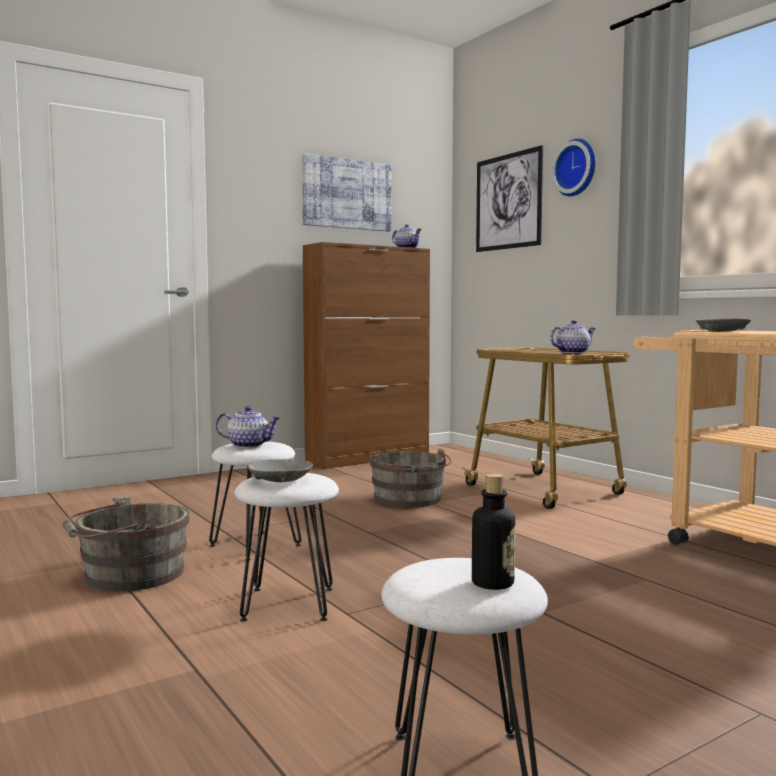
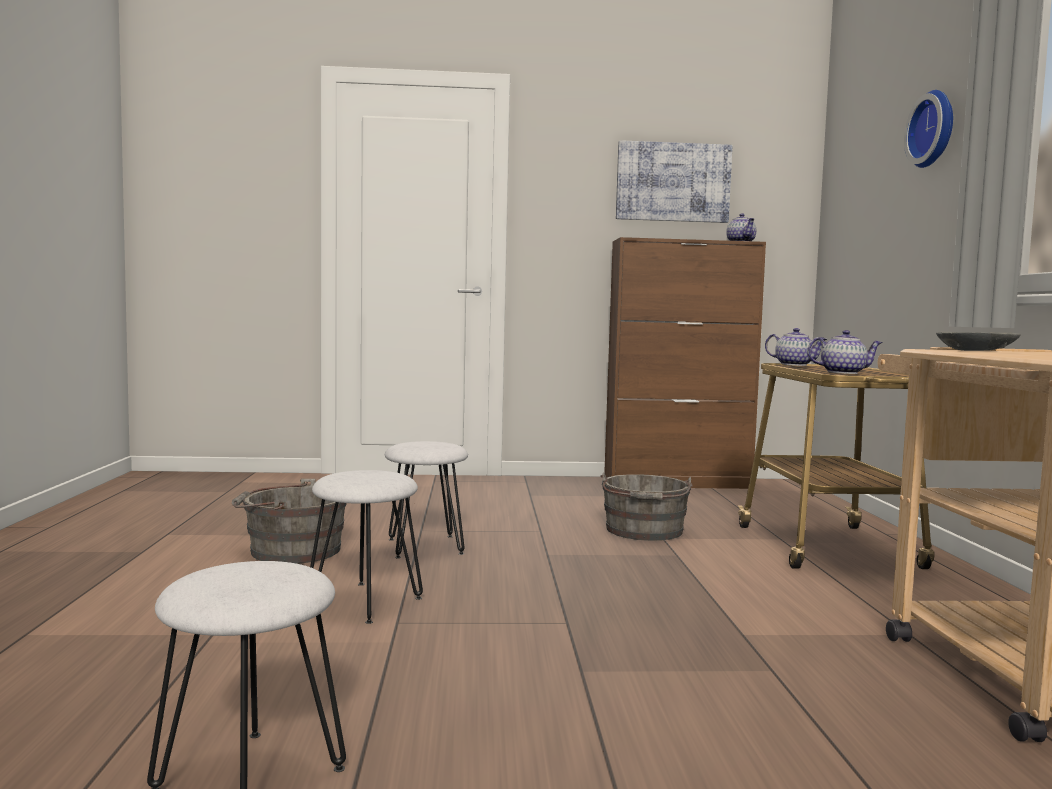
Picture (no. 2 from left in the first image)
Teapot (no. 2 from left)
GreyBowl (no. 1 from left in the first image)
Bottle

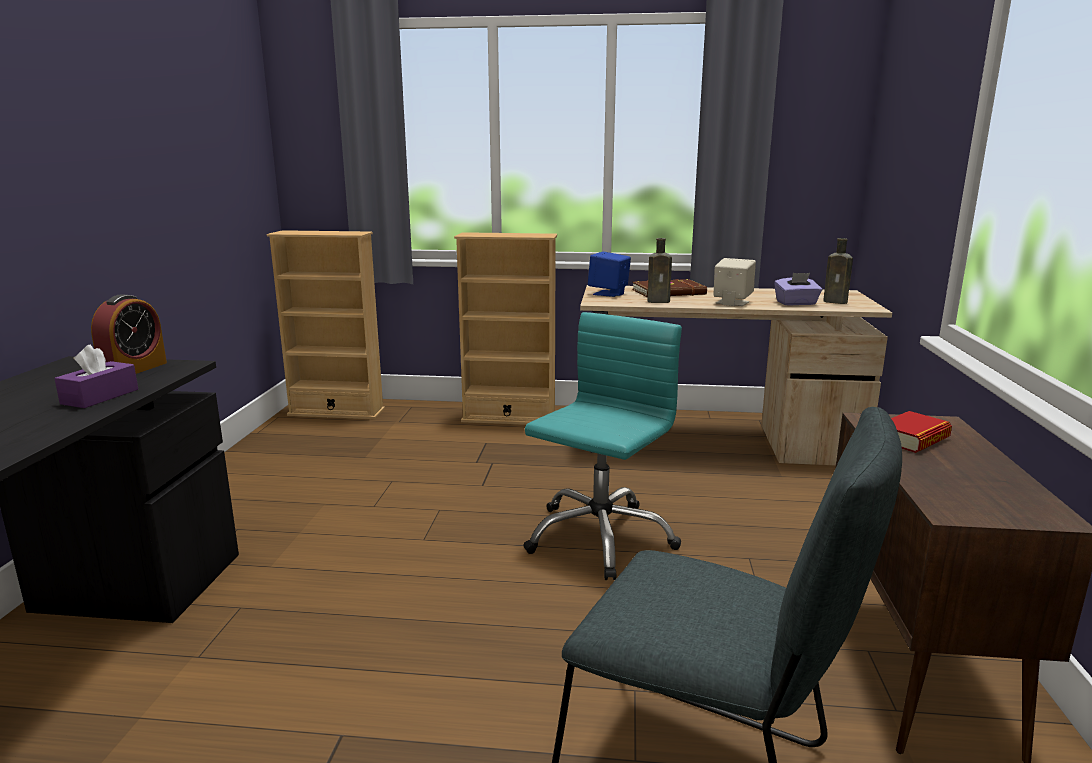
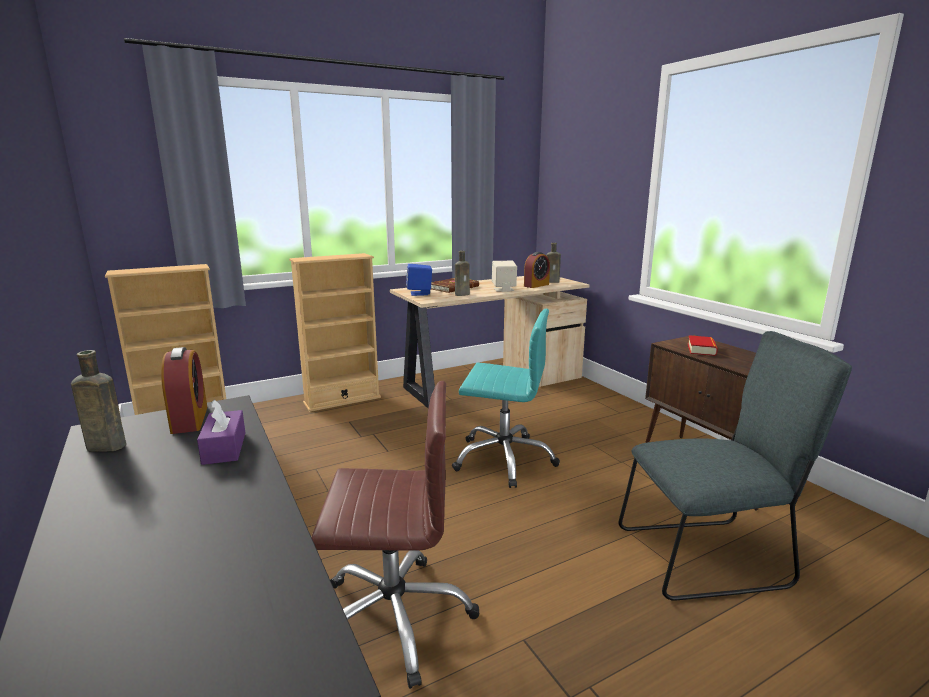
AlarmClock (no. 2 from left)
TurquoiseOfficeChair
BrownBottle (no. 1 from left)
BrownOfficeChair

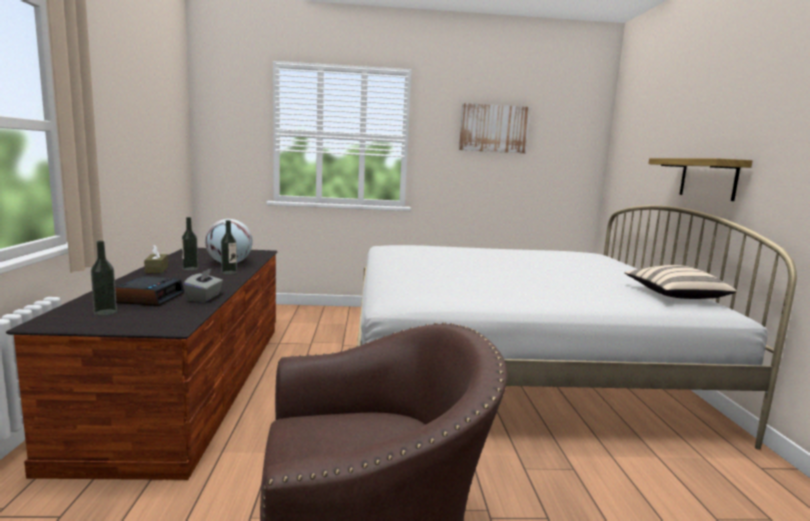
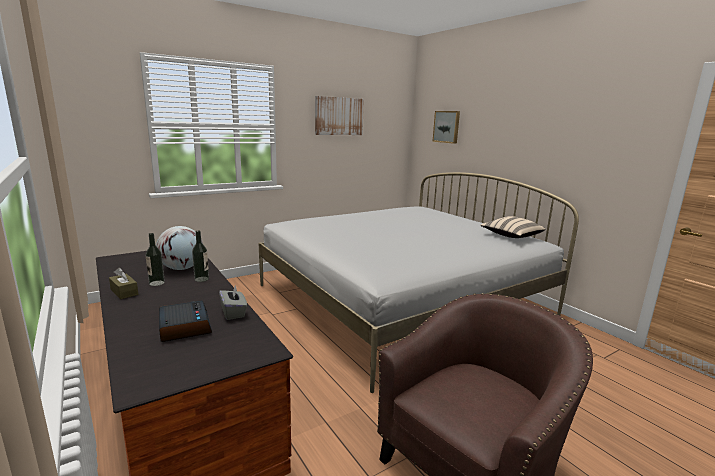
Shelf
Bottle (no. 1 from left in the first image)
Picture (no. 2 from left)

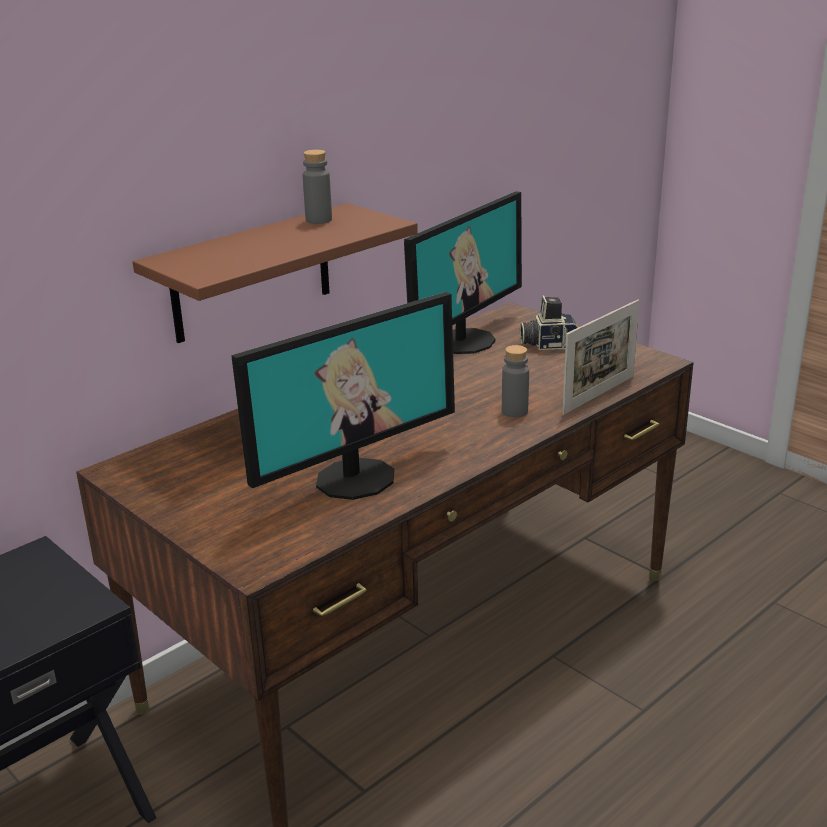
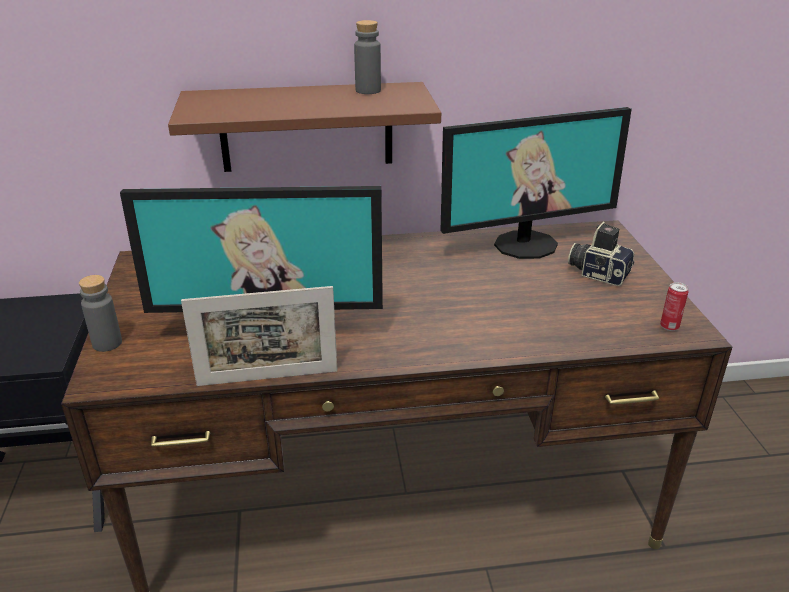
PictureFrame
GreyBottle (no. 1 from left)
Can

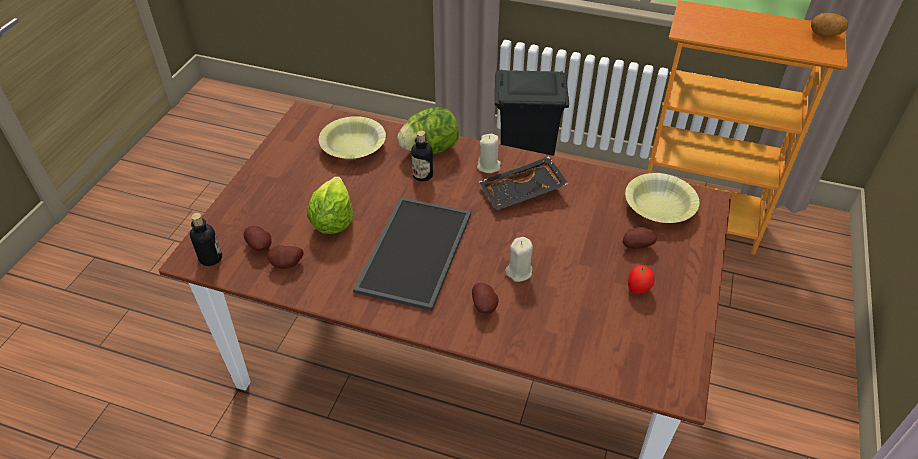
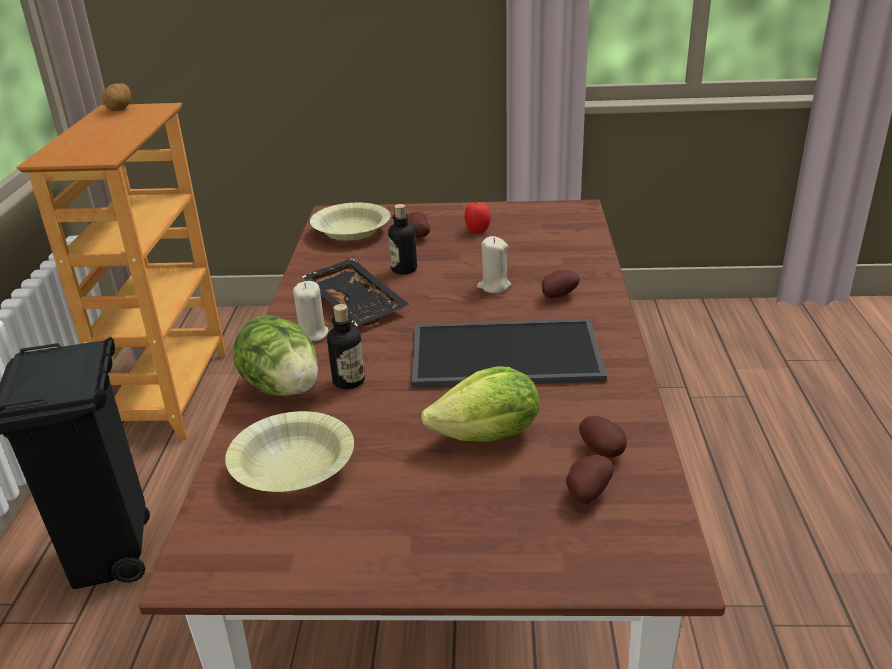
Bottle (no. 2 from left)

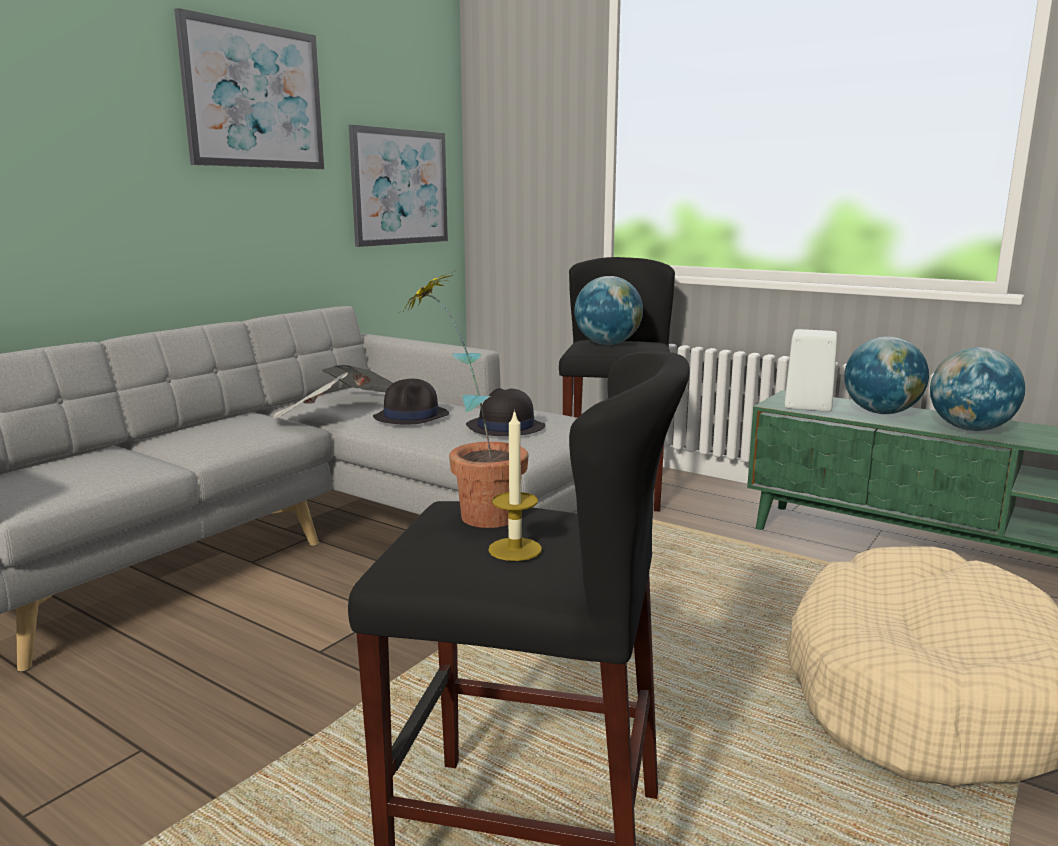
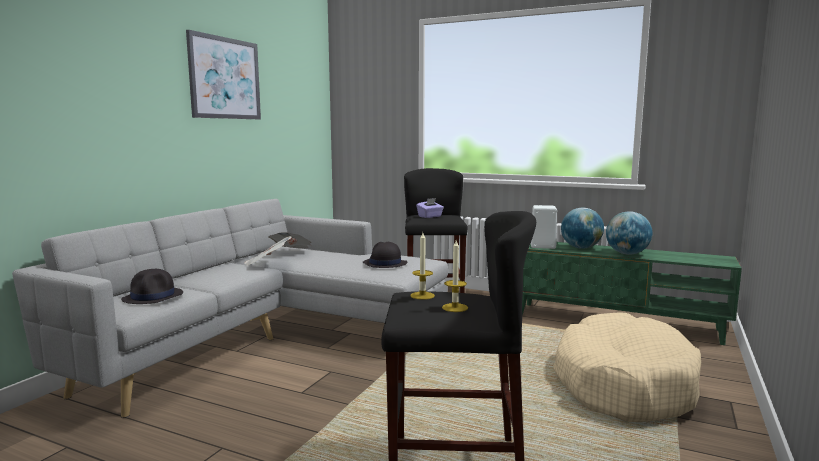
Picture (no. 2 from left in the first image)
Candle (no. 1 from left)
PurpleTissueBox
BlackHat (no. 1 from left)

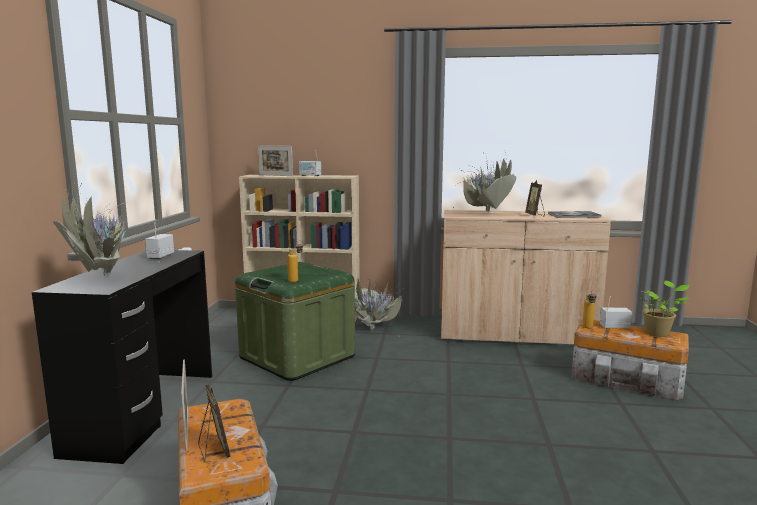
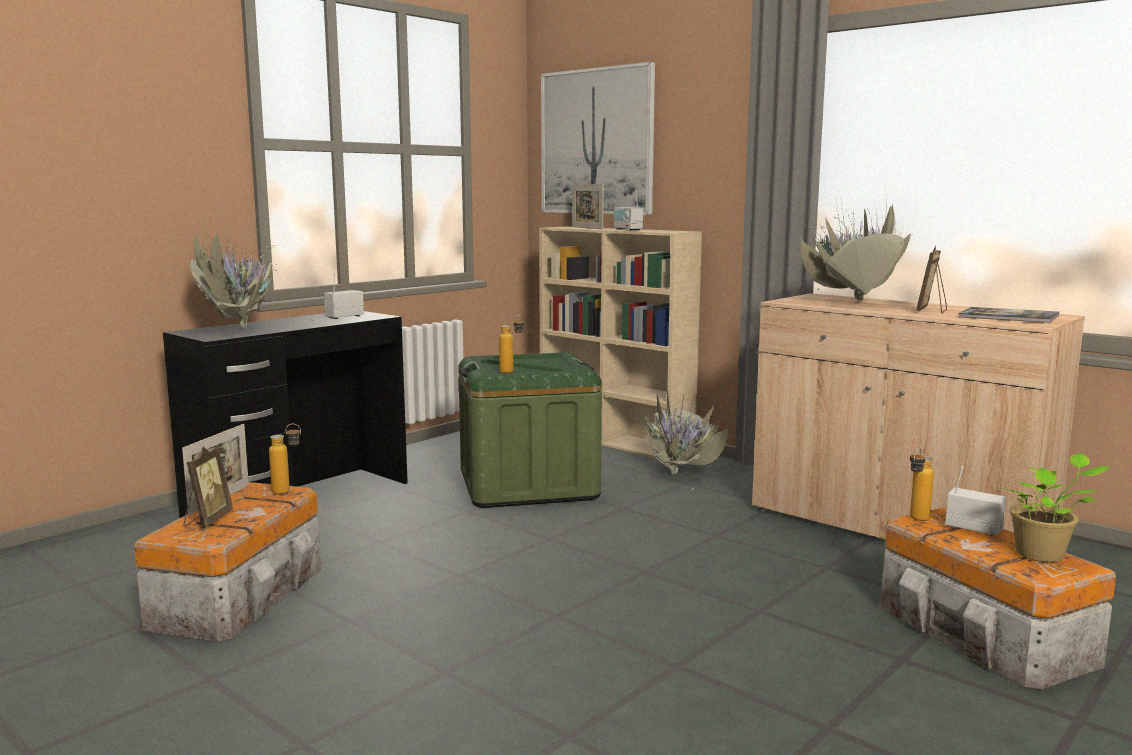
Picture
Bottle (no. 1 from left)

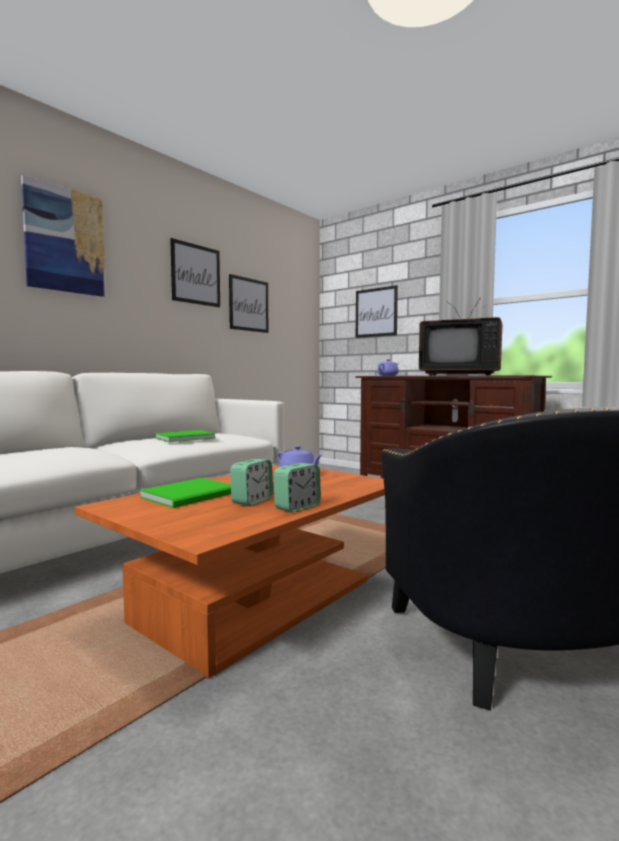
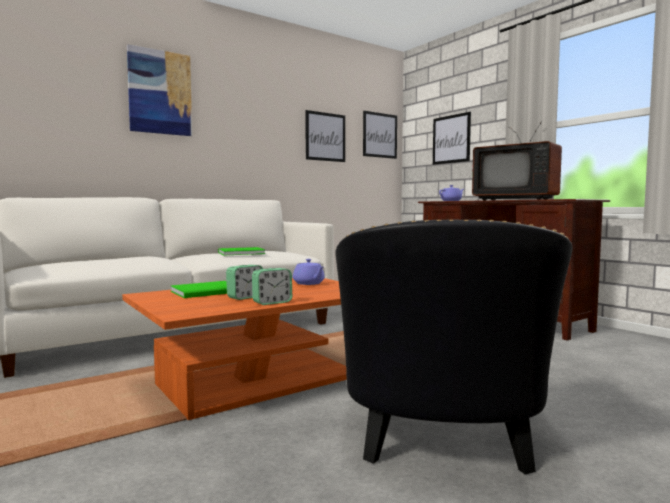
Picture (no. 3 from left)

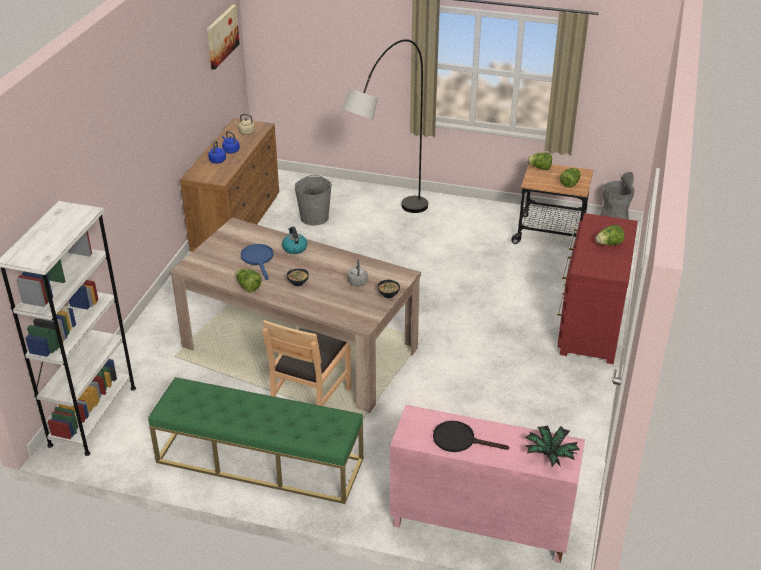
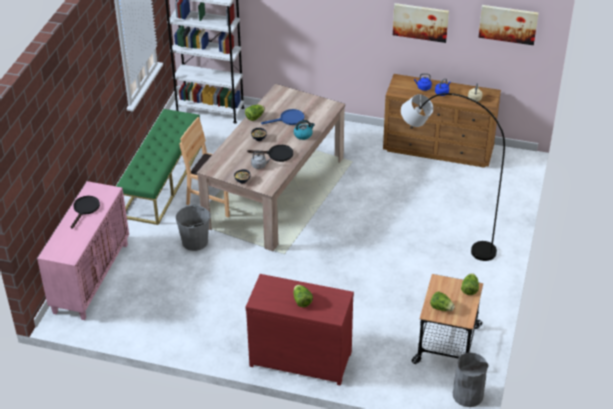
GreyBucket
PottedPlant
Picture (no. 1 from left)
BlackFryingPan (no. 2 from left)

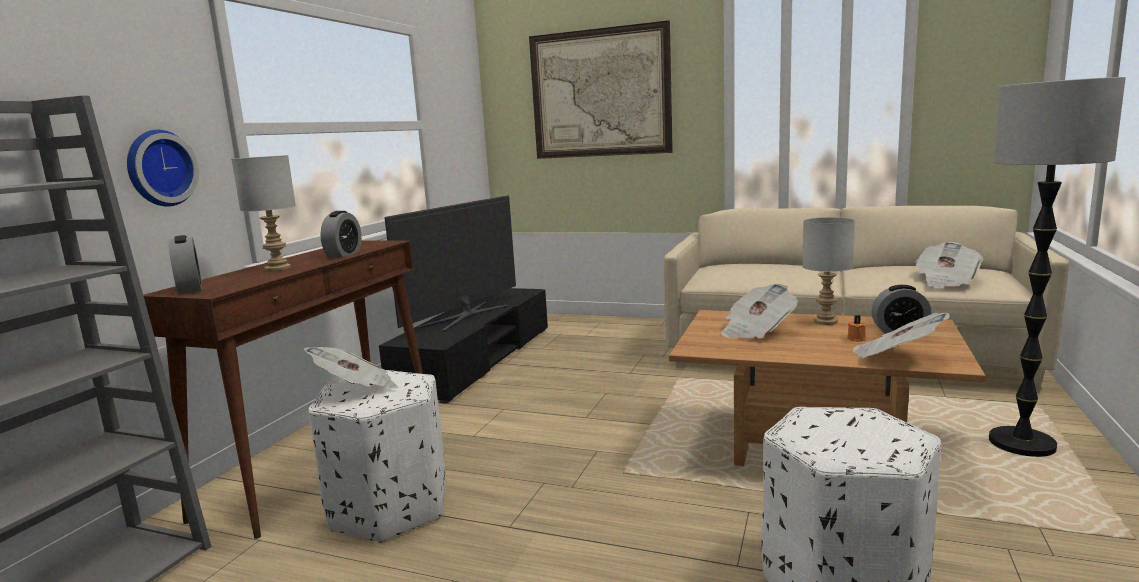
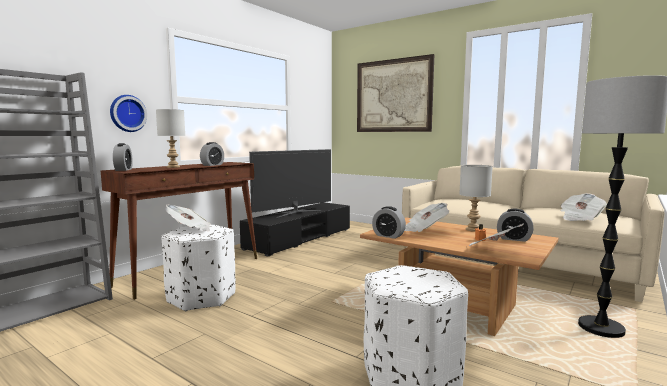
AlarmClock (no. 3 from left)

